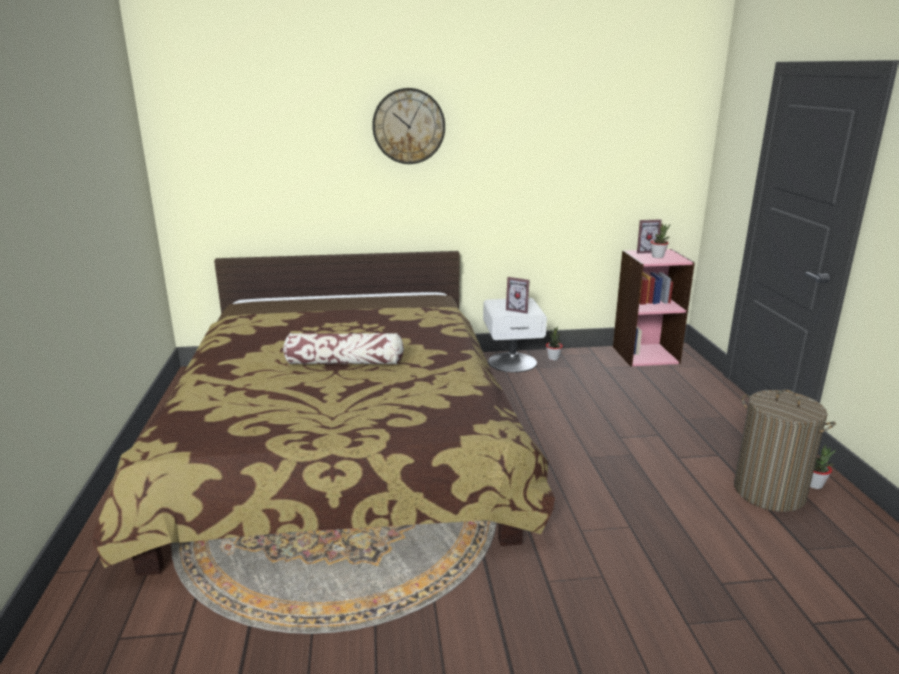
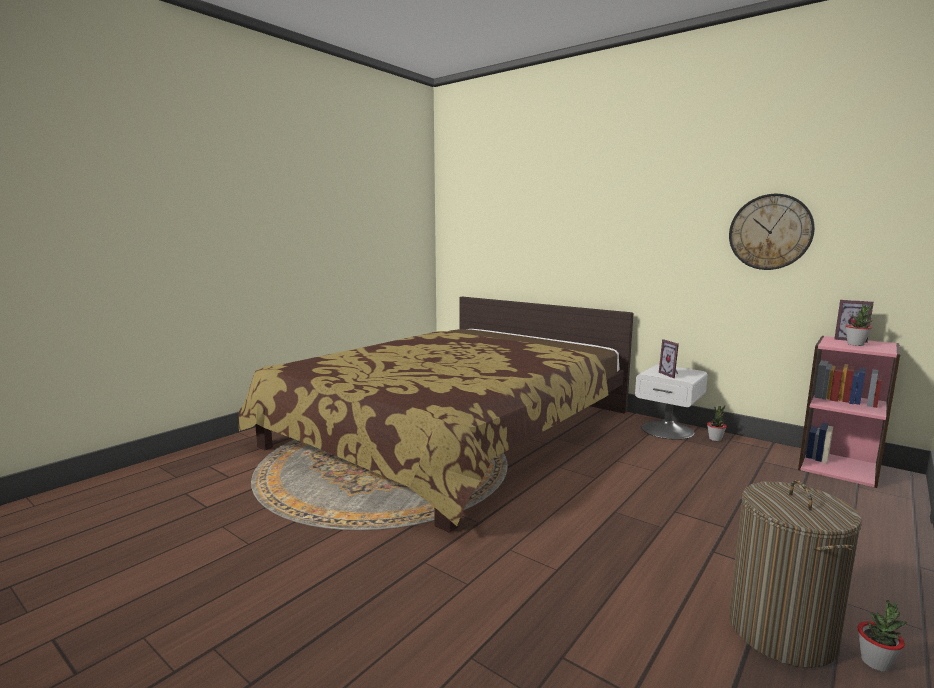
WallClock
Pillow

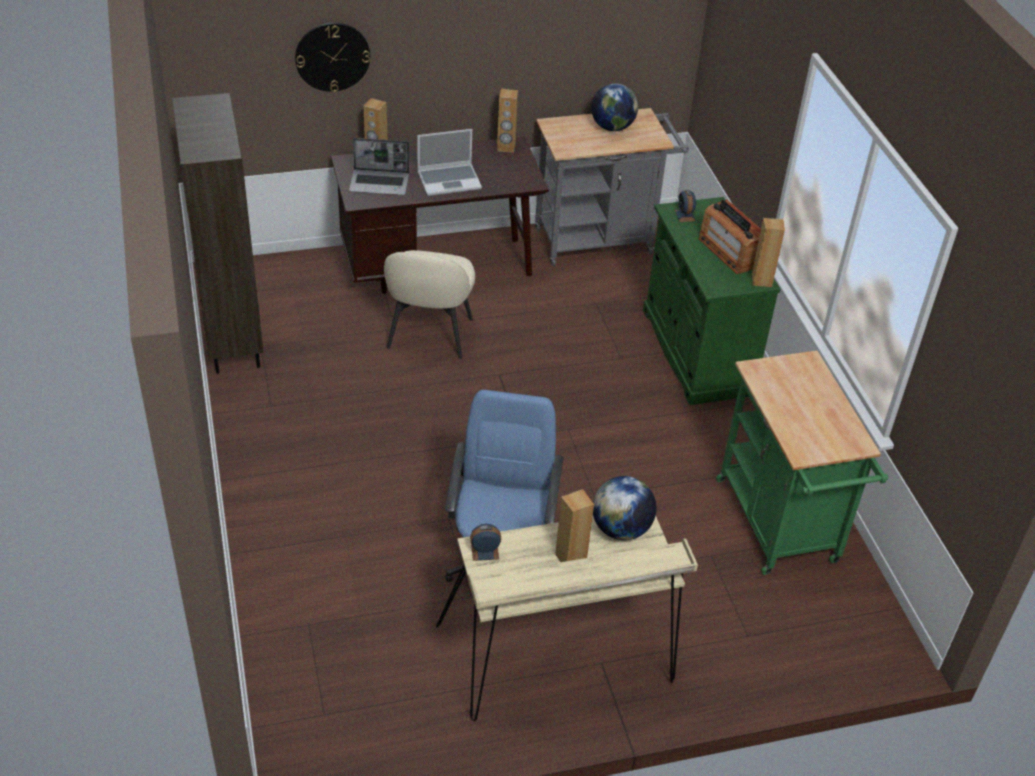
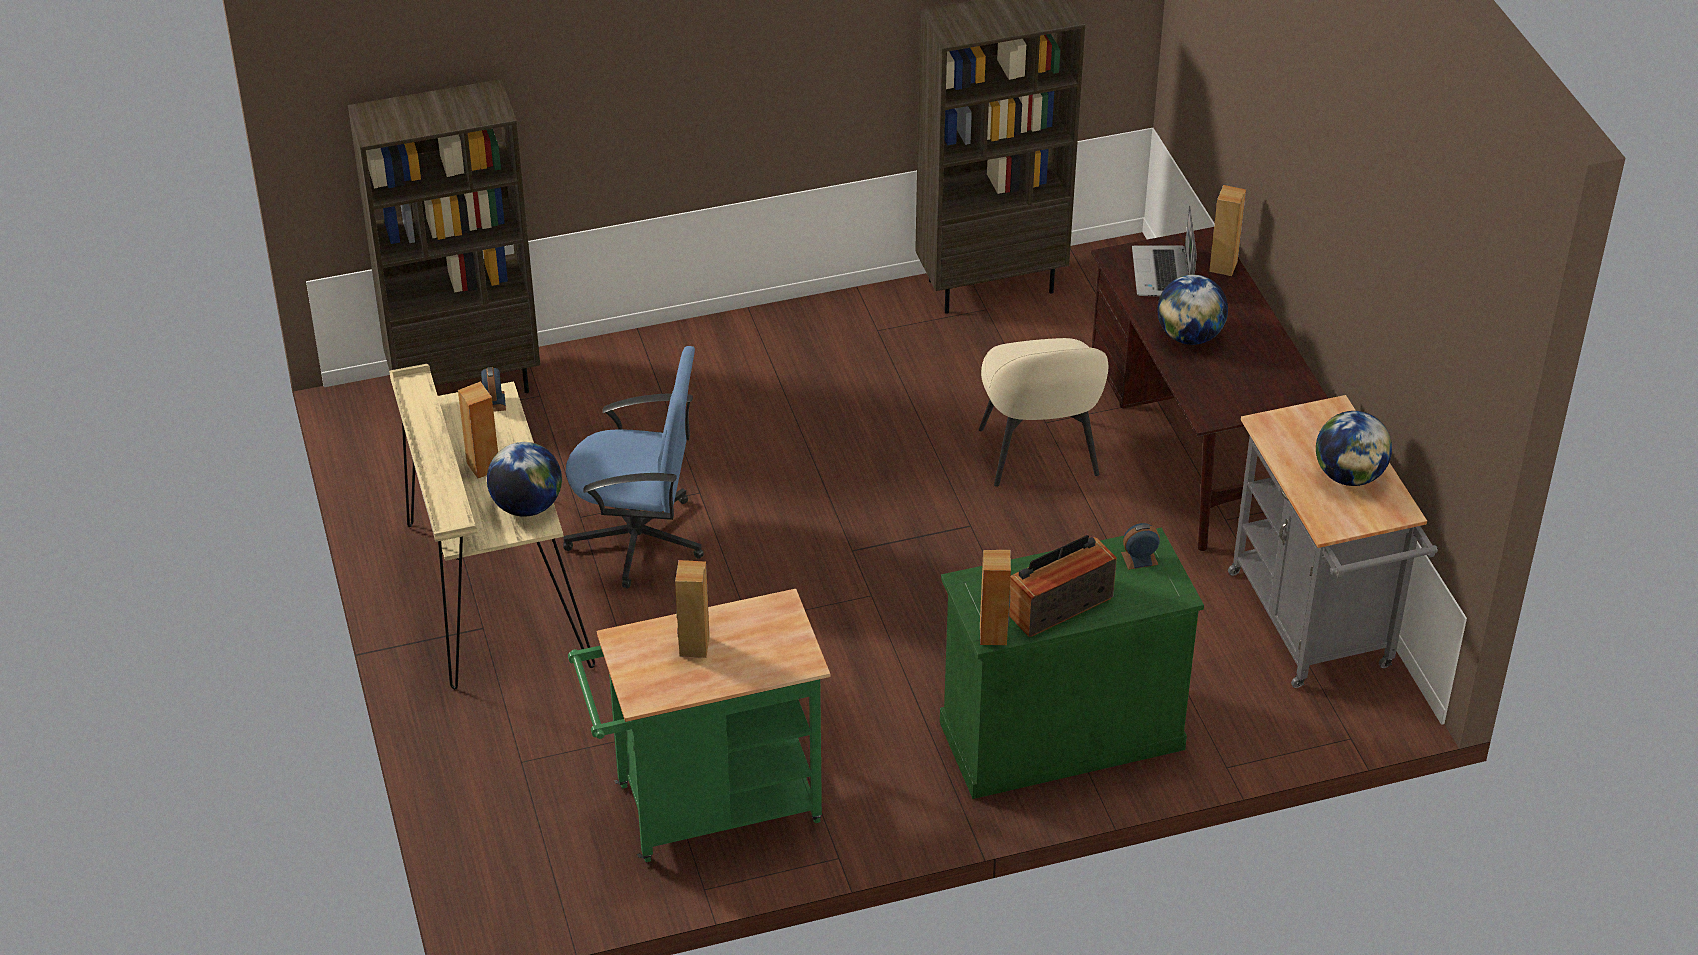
WallClock
BrownSpeaker (no. 2 from left)
Globe (no. 2 from left)
BeigeChair
BrownBookcase (no. 1 from left)

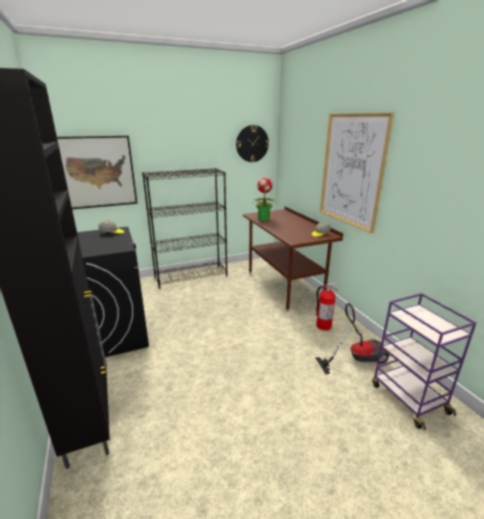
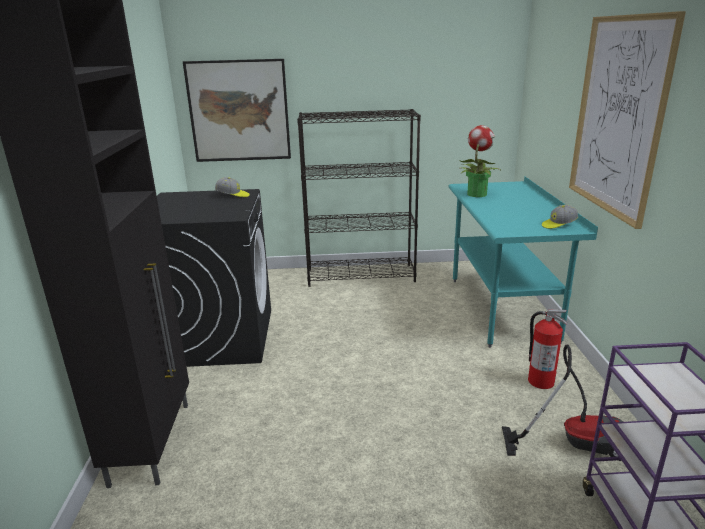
WallClock
TurquoiseDesk

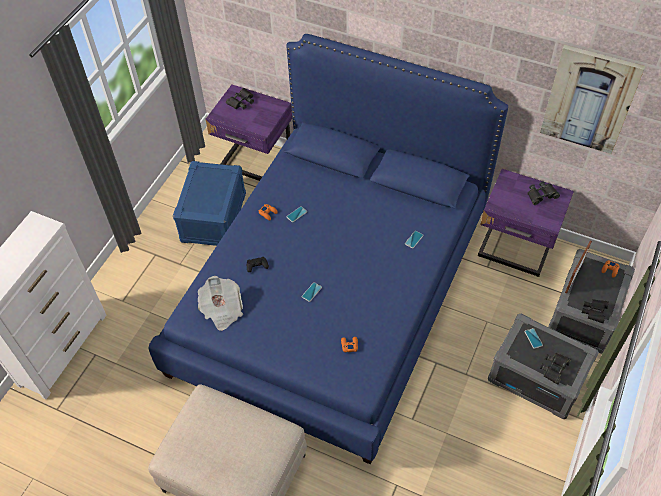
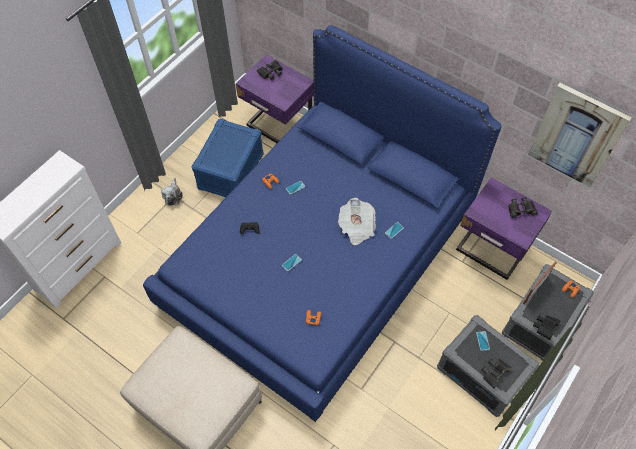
Newspaper
PlushToy

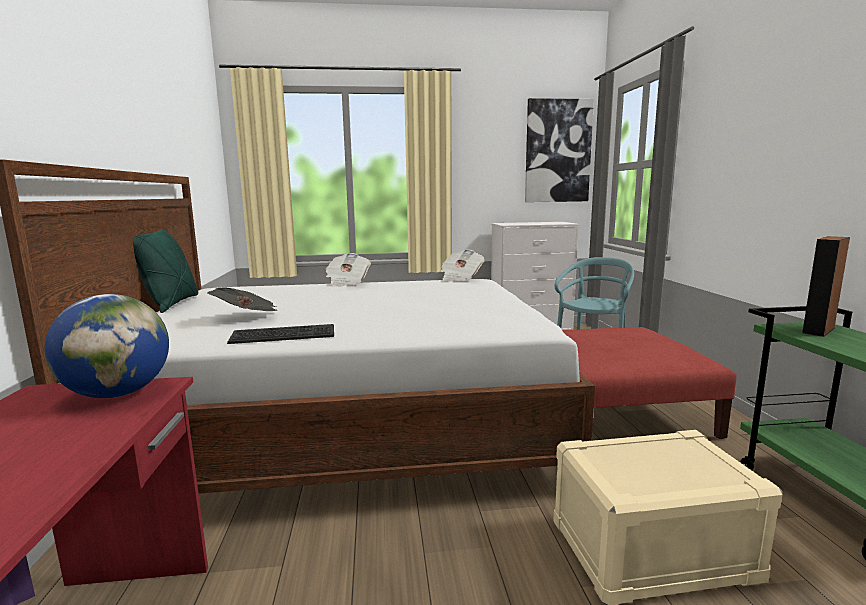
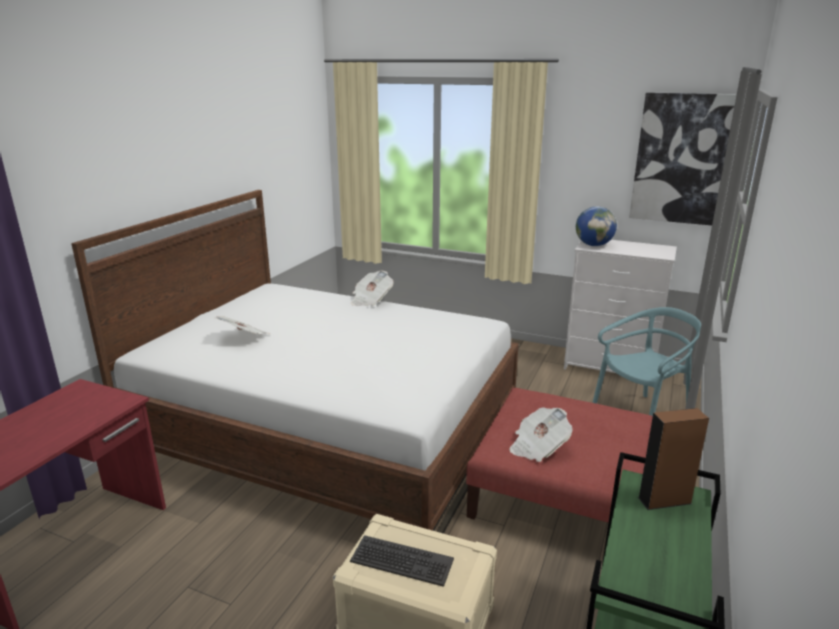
GreenPillow
Newspaper (no. 3 from left)
Globe
Keyboard

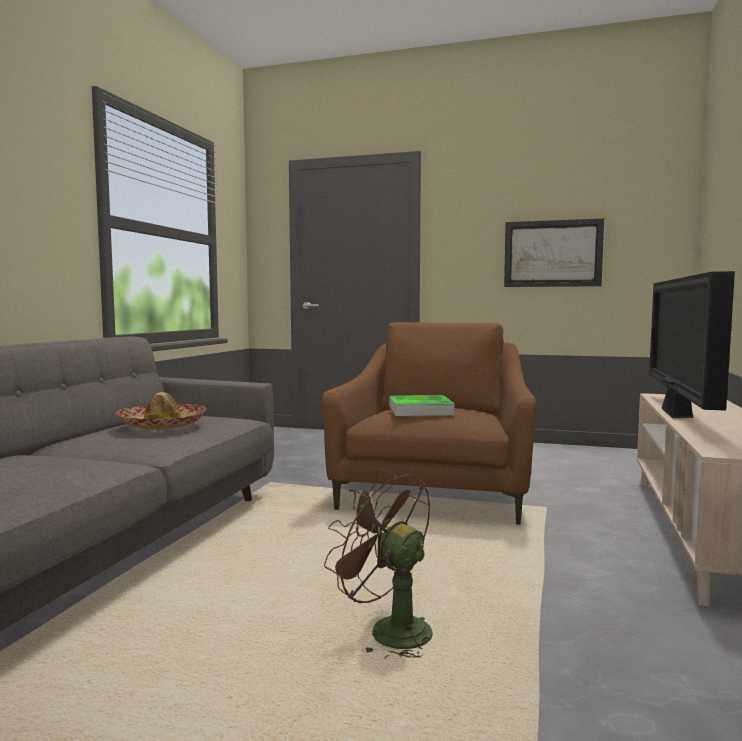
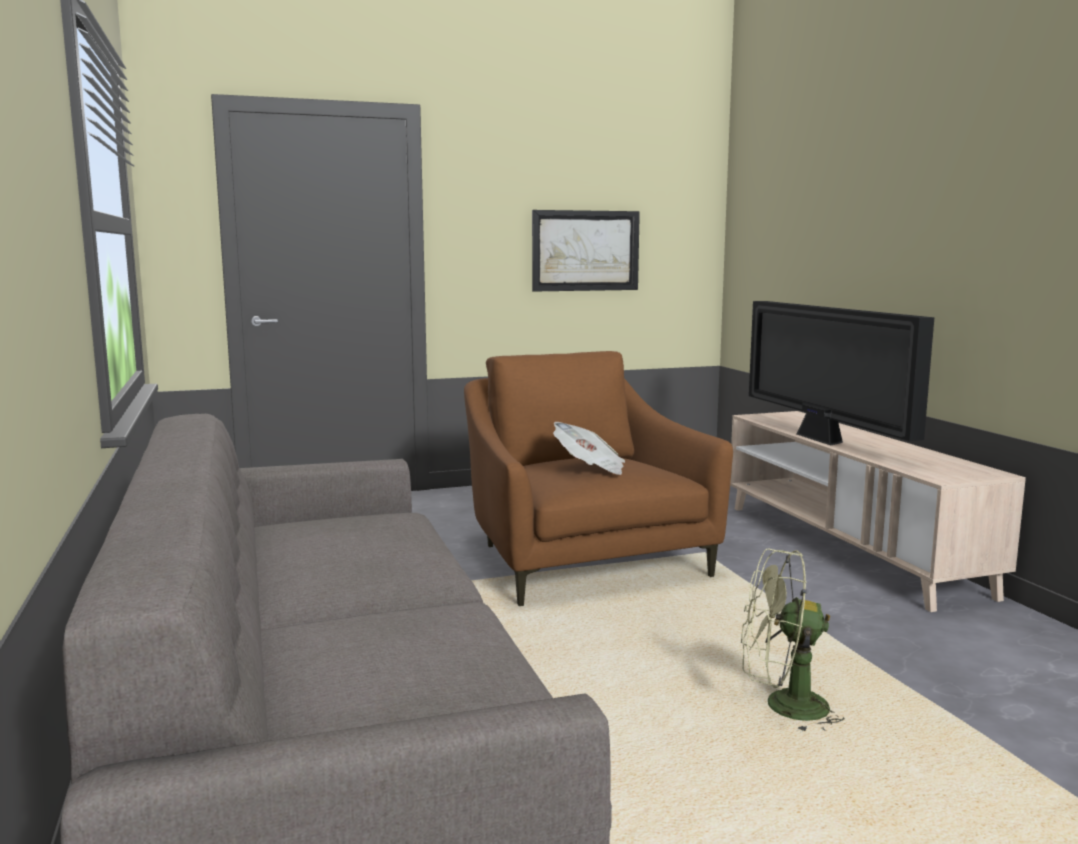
Hat
Newspaper
GreenFan

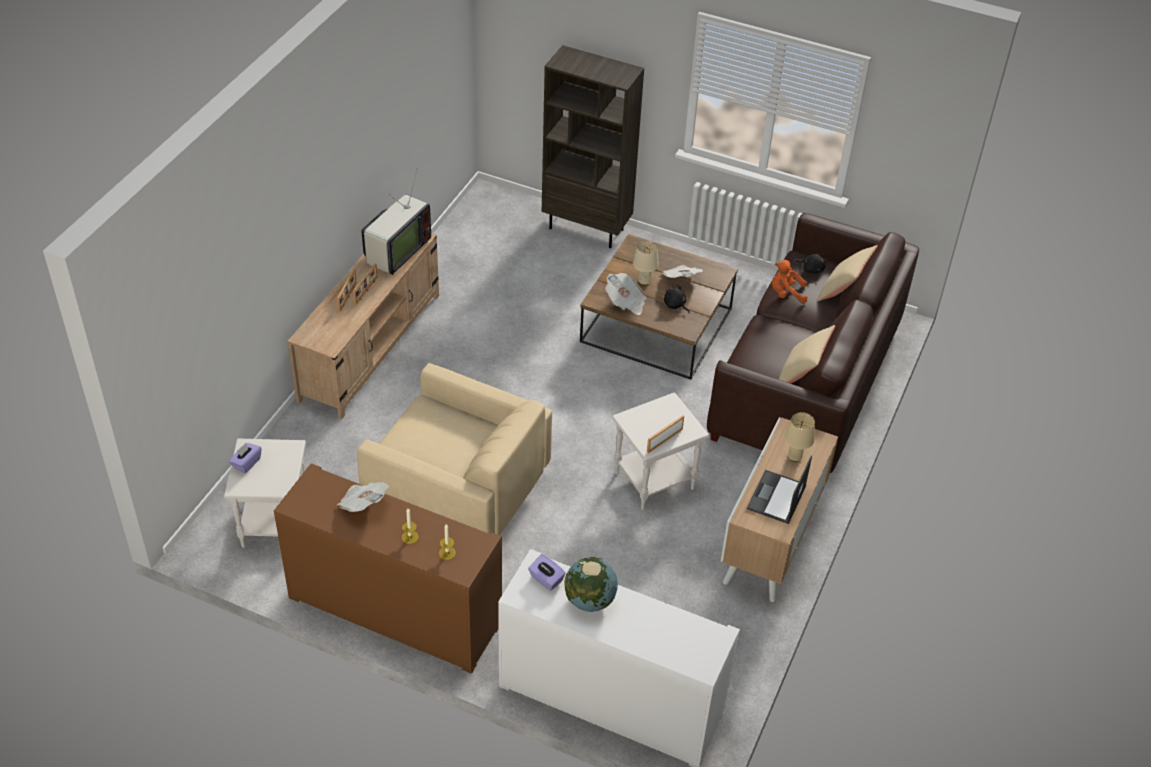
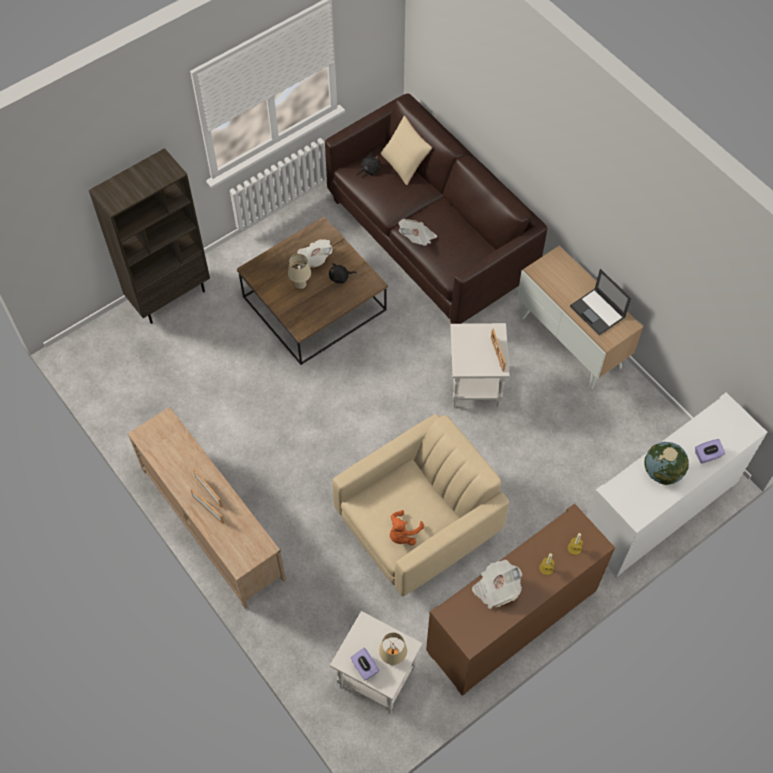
Television
OrangePlushToy
Newspaper (no. 2 from left)
BeigePillow (no. 1 from left in the first image)
BeigeTableLamp (no. 2 from left)
PurpleTissueBox (no. 2 from left)

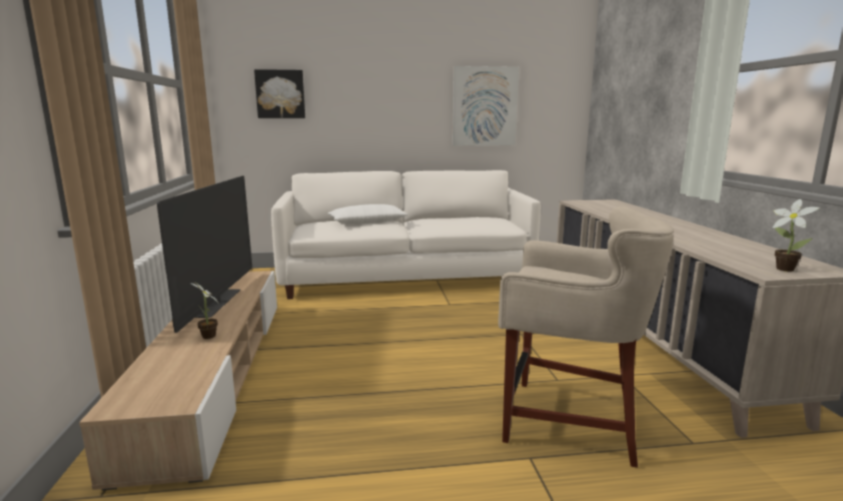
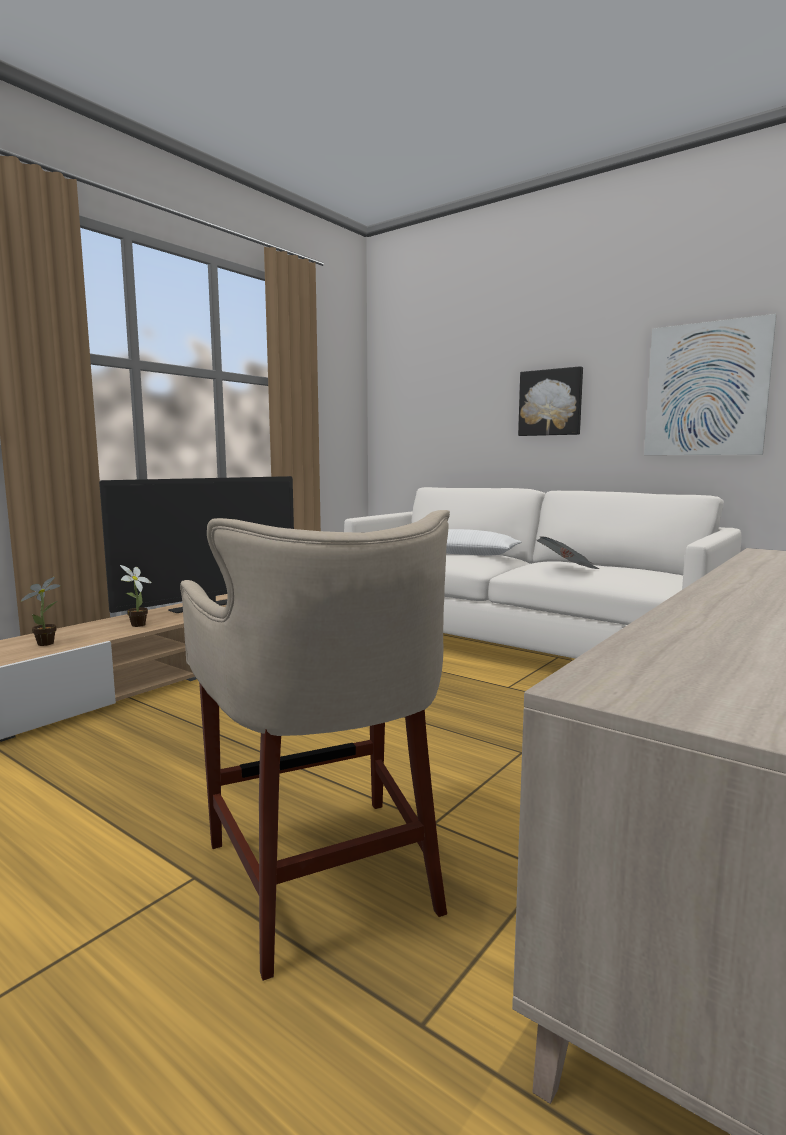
Picture (no. 1 from left)
PottedPlant (no. 1 from left)
Newspaper

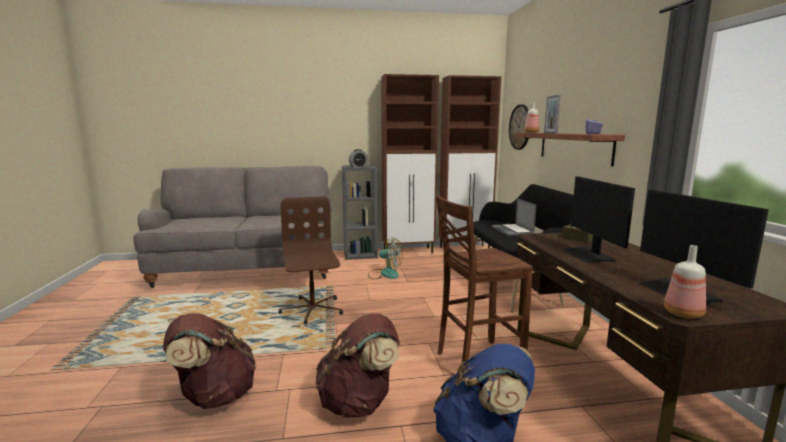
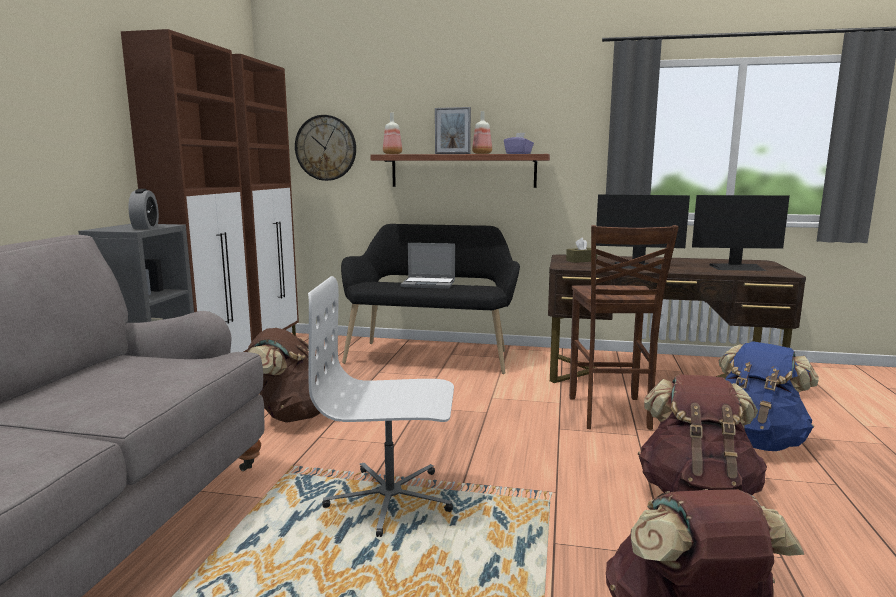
WhiteOfficeChair
BrownBackpack (no. 1 from left)
Bottle (no. 2 from left)

